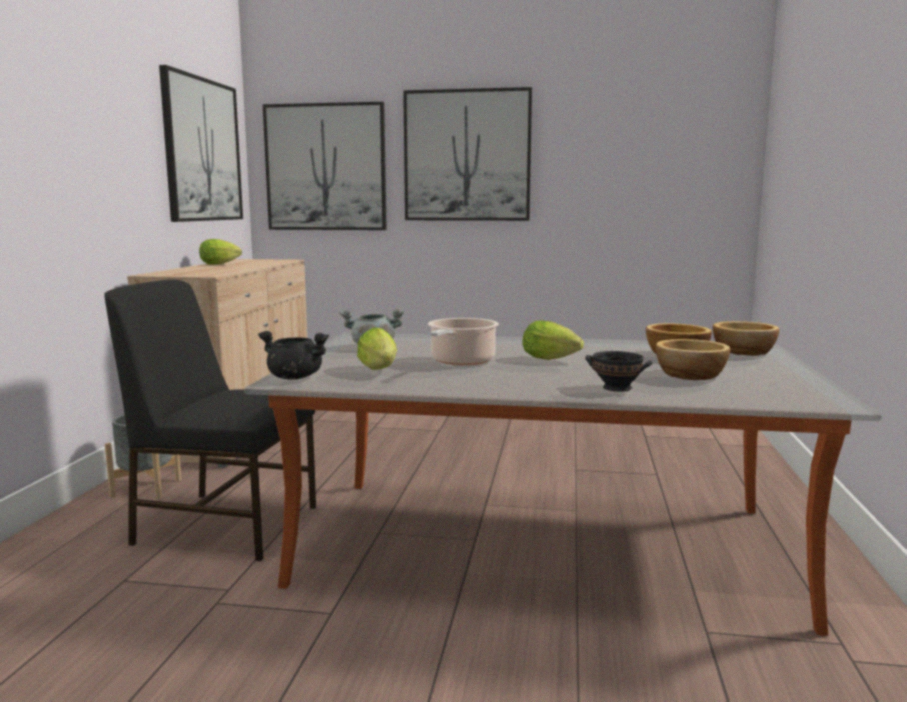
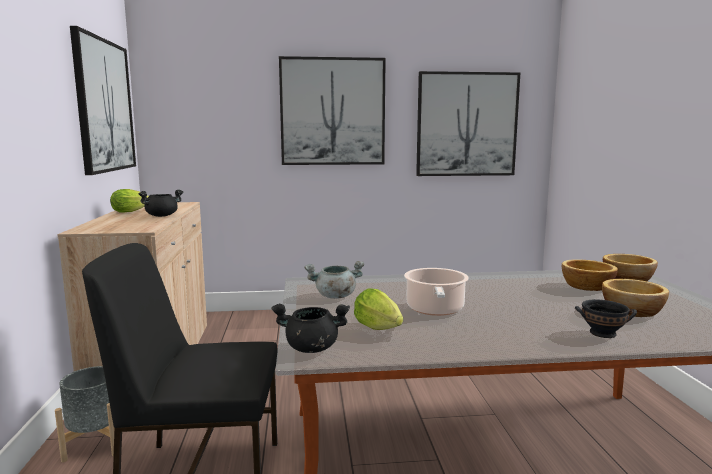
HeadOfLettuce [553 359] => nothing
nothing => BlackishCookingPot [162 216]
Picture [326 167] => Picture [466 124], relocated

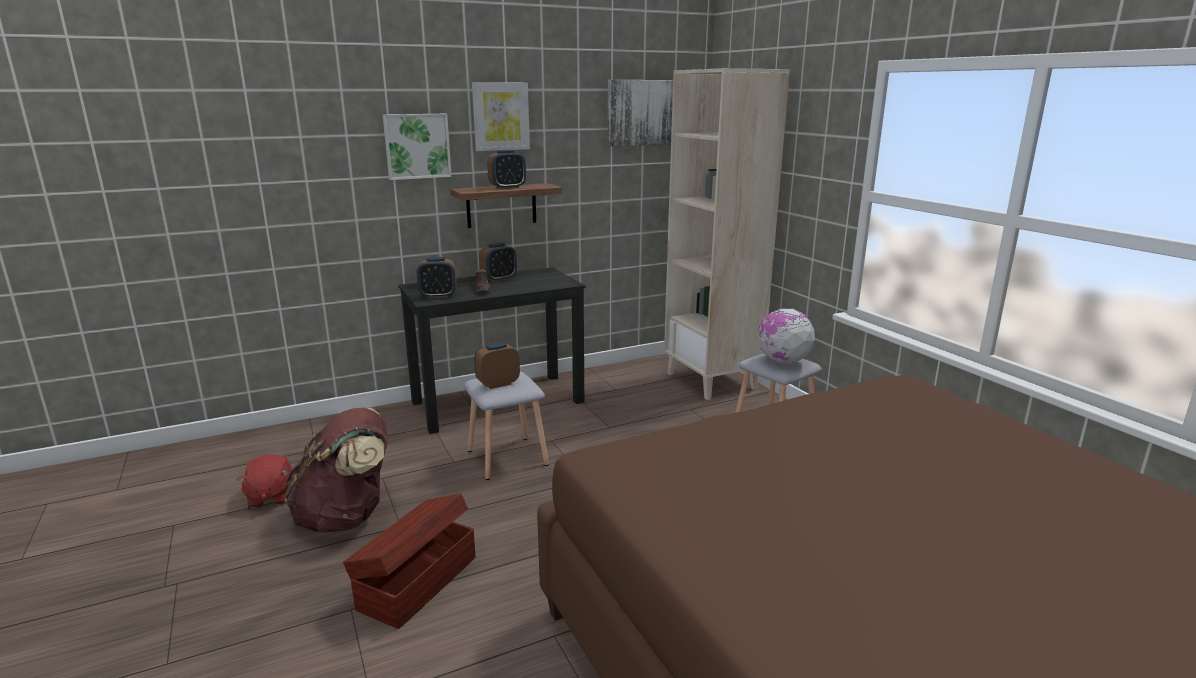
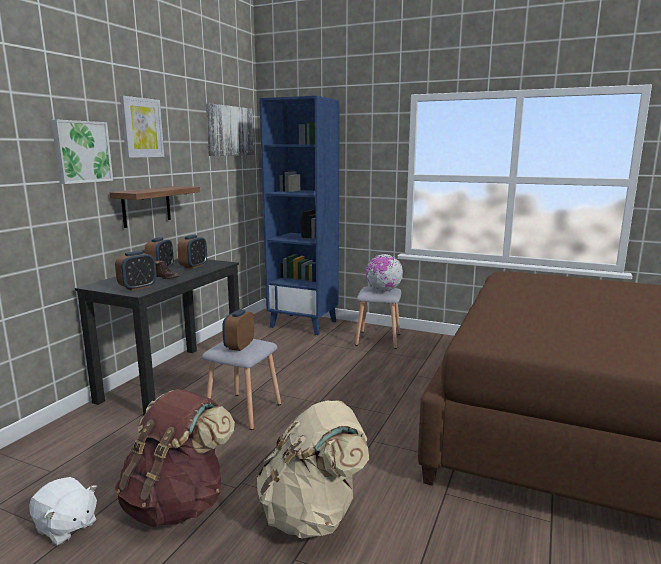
BedsideClock [507 187] => BedsideClock [193 266], relocated
BrownishStorageBox [416 583] => BeigeColouredBackpack [313 515]
ReddishCuddlyToy [270 497] => WhitishCuddlyToy [66 527]
BeigeColouredBookshelf [712 381] => BlueColouredBookshelf [304 324]

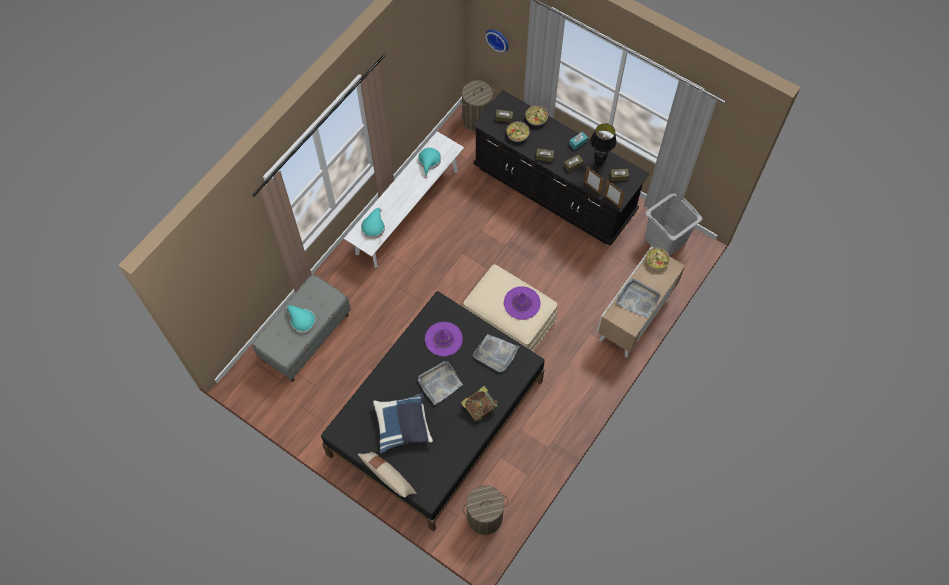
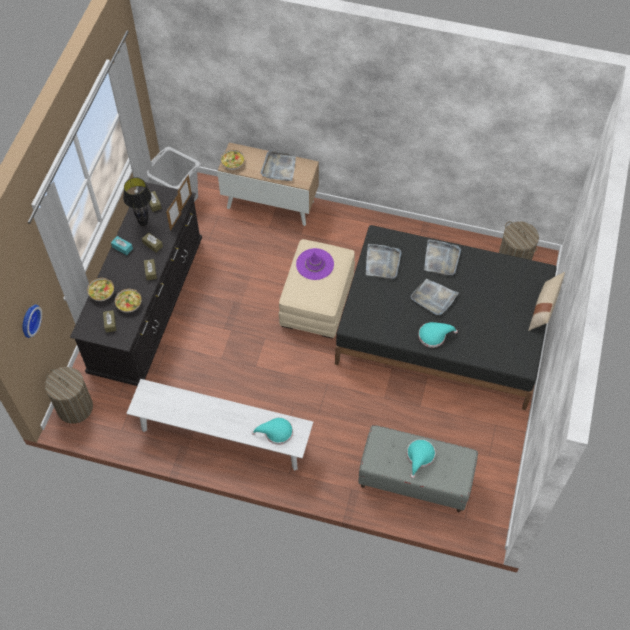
BlueColouredPillow [403 426] => nothing
PurpleHat [443 339] => nothing
TurquoiseHat [429 161] => TurquoiseHat [434 335], relocated
Book [479 407] => GreyishCarryingTray [441 259]

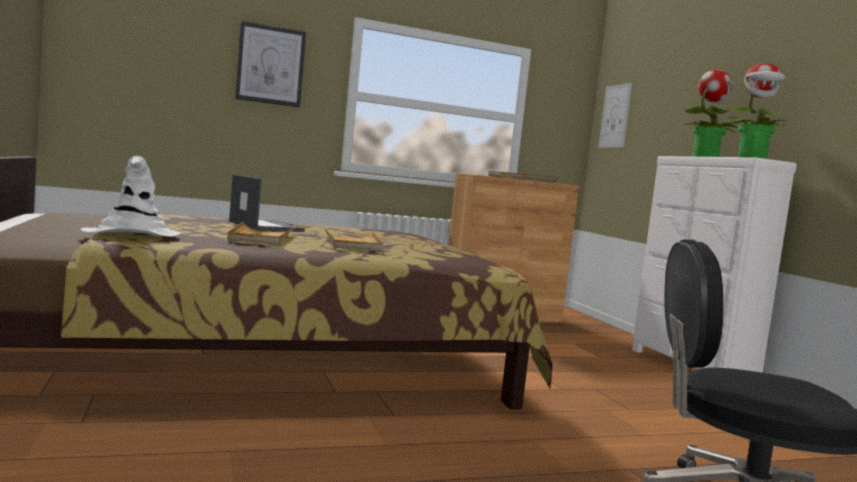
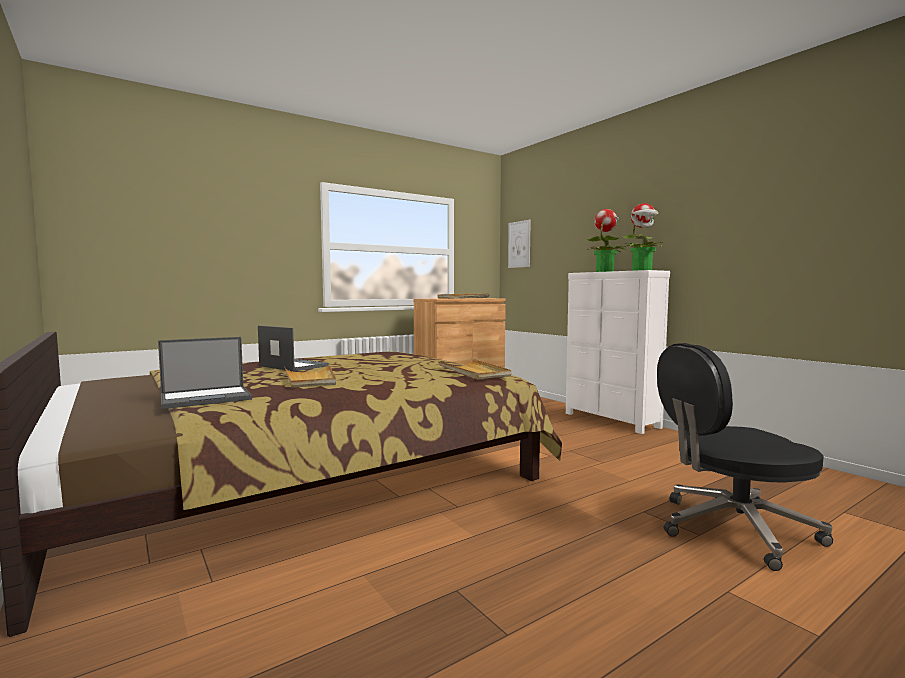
Picture [270 65] => nothing
BeigeColouredCarryingTray [352 243] => BeigeColouredCarryingTray [474 372], relocated
WhitishHat [132 235] => PortableComputer [207 398]

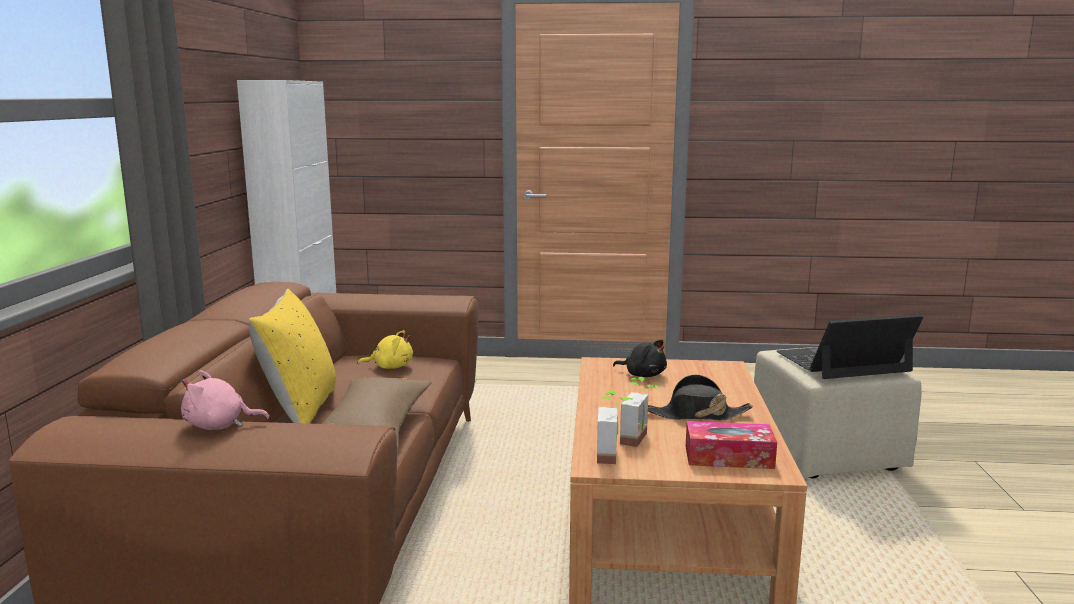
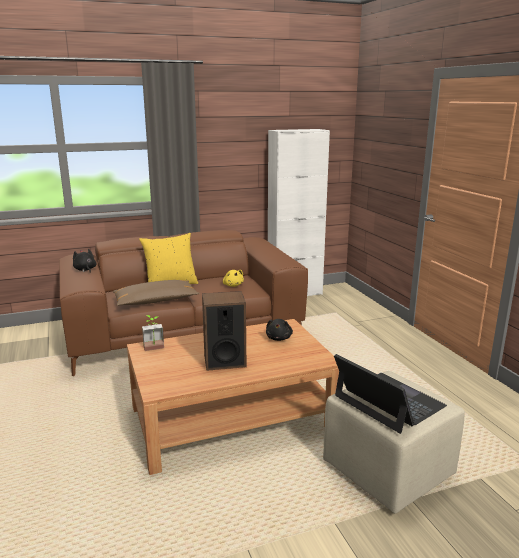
PlantInAPot [641 439] => nothing
TissueHolder [728 457] => nothing
BlackishHat [696 415] => Speaker [224 361]
PinkishCuddlyToy [219 426] => BlackishCuddlyToy [85 270]

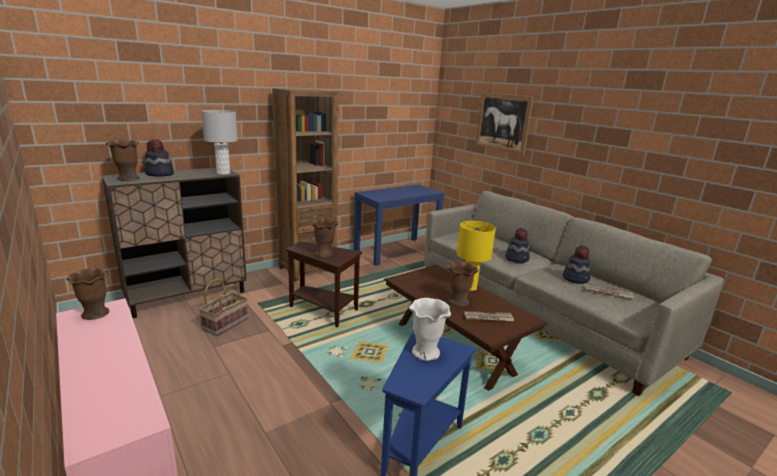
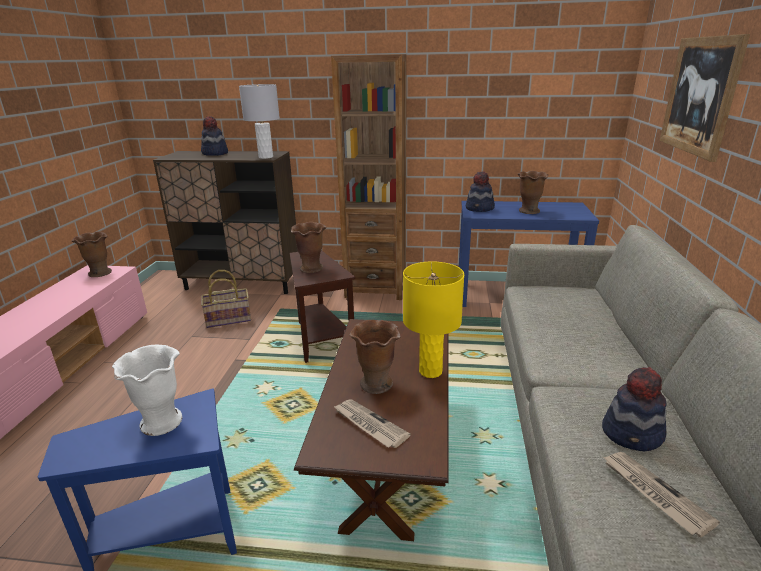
BrownishVase [128 178] => BrownishVase [529 211], relocated
Hat [517 258] => Hat [480 208], relocated

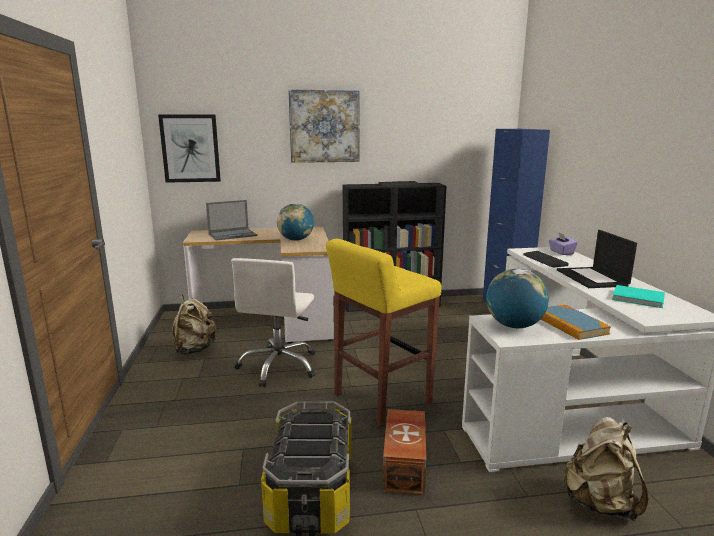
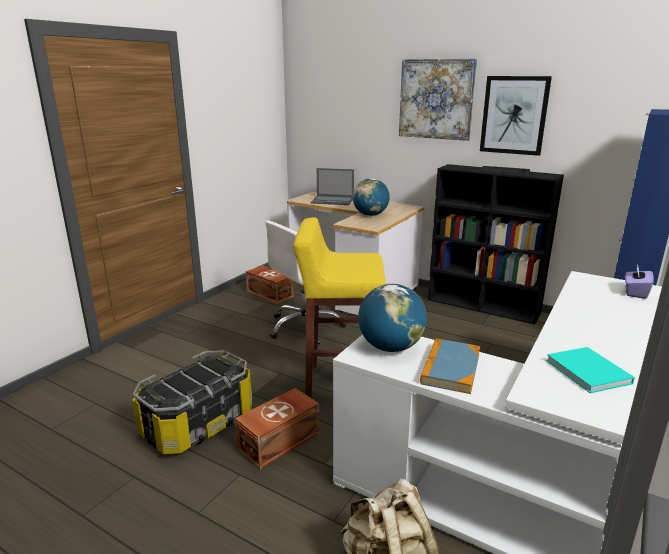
Keyboard [544 260] => nothing
PortableComputer [592 278] => nothing
Picture [190 148] => Picture [514 115], relocated
BeigeColouredBackpack [195 349] => BrownishStorageBox [270 293]

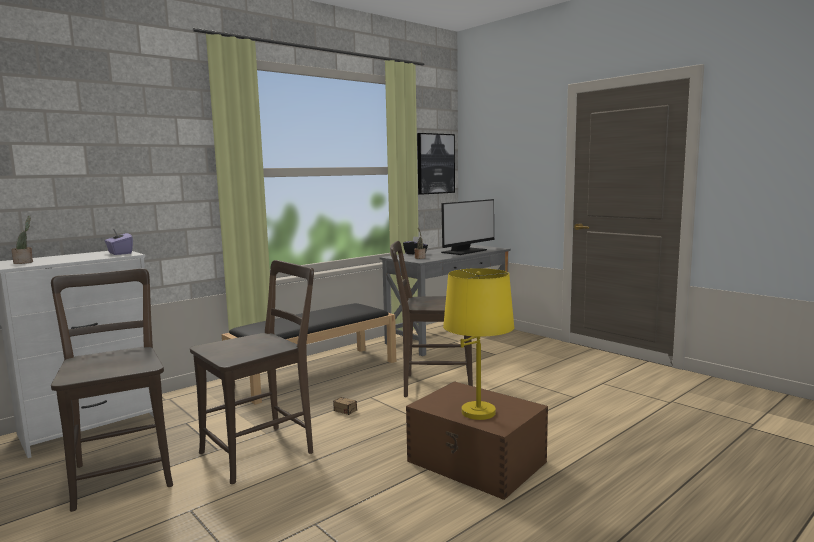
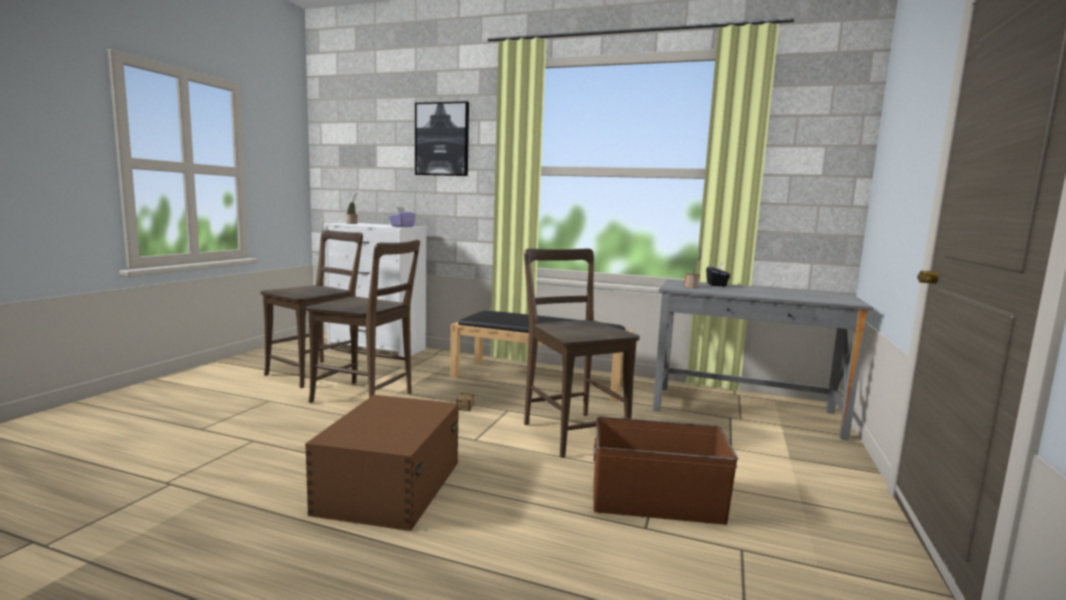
ComputerScreen [465 251] => nothing
YellowColouredLampForATable [478 412] => nothing
nothing => BrownishStorageBox [657 502]
Picture [435 163] => Picture [442 139], relocated

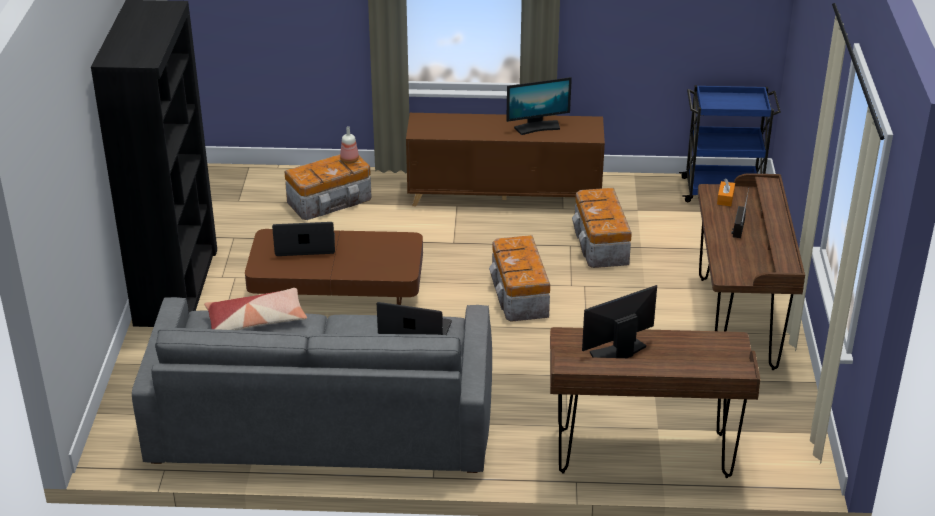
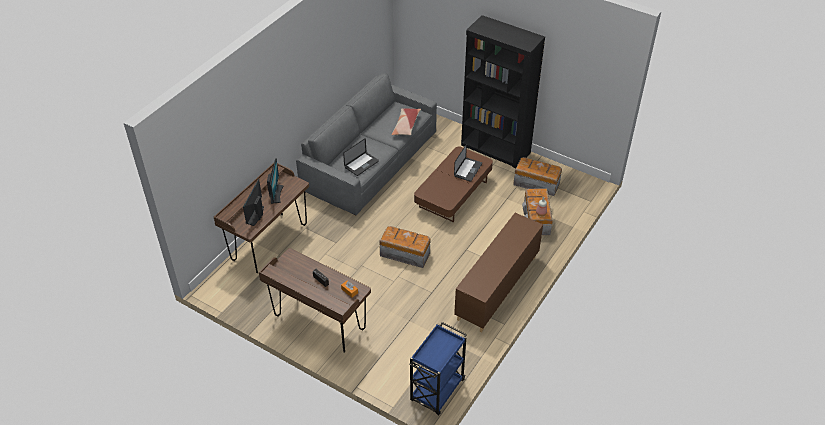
ComputerScreen [537 127] => ComputerScreen [256 215], relocated
StorageBox [600 244] => StorageBox [536 183], relocated

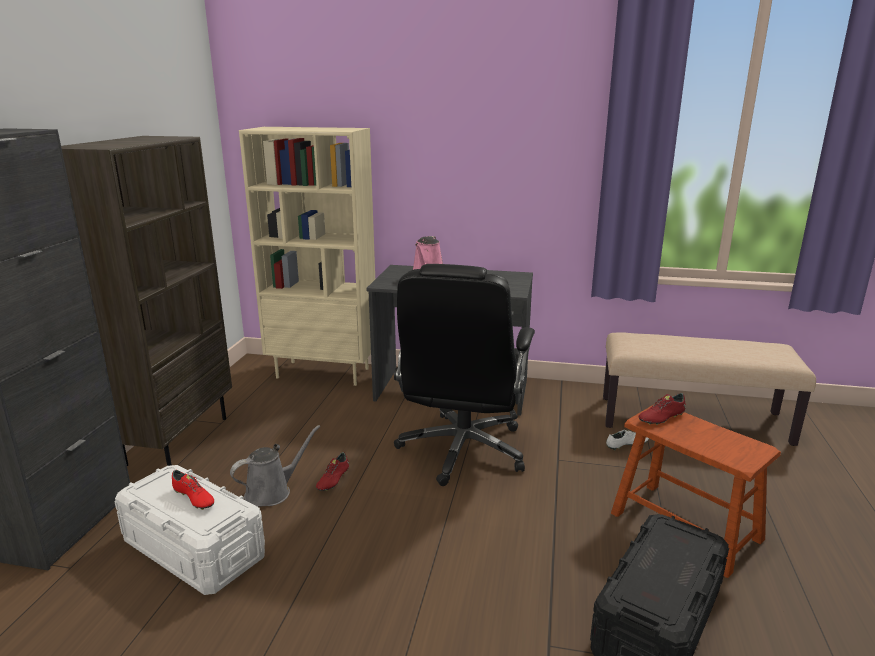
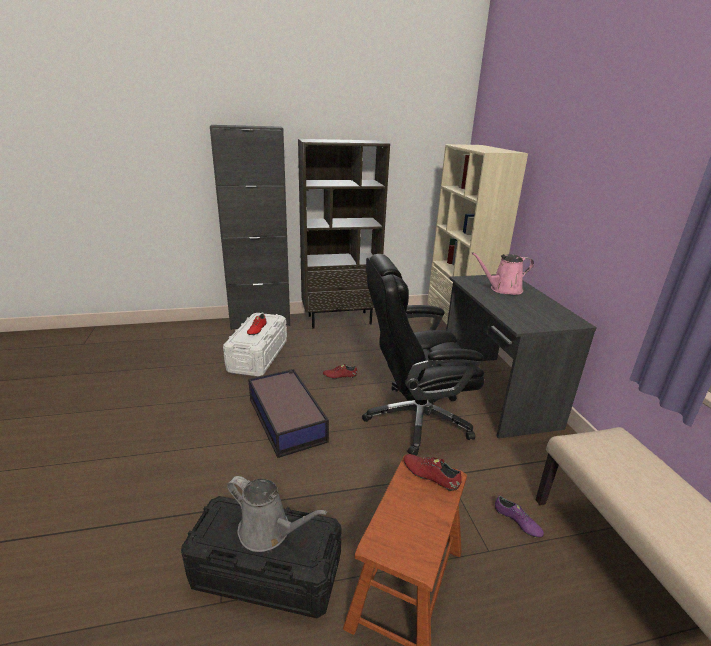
nothing => StorageBox [287 418]
GreyishWateringPot [272 492] => GreyishWateringPot [268 531], relocated
WhitishItemOfFootwear [627 445] => PurpleItemOfFootwear [517 522]

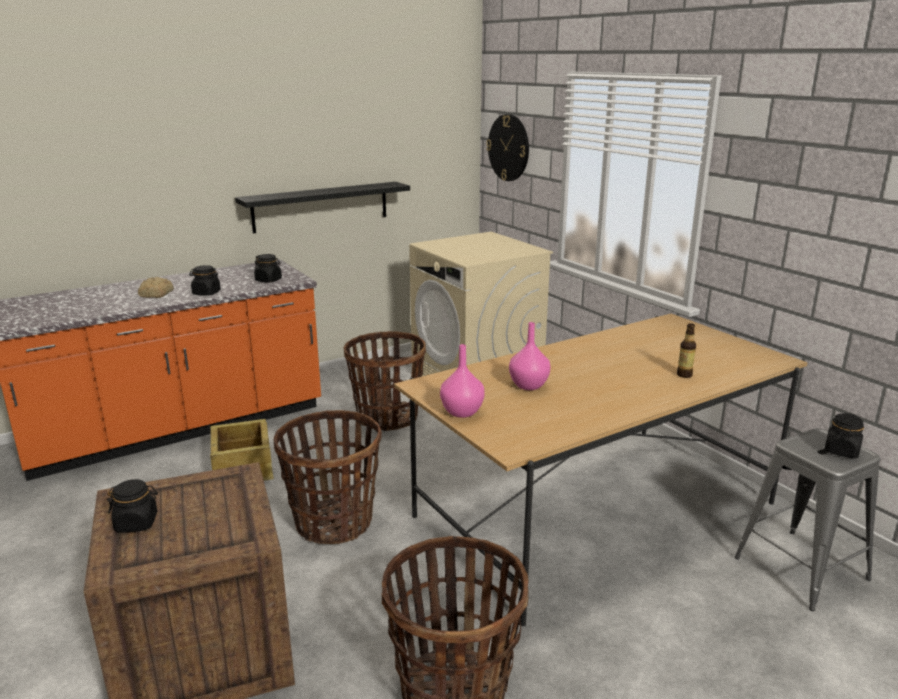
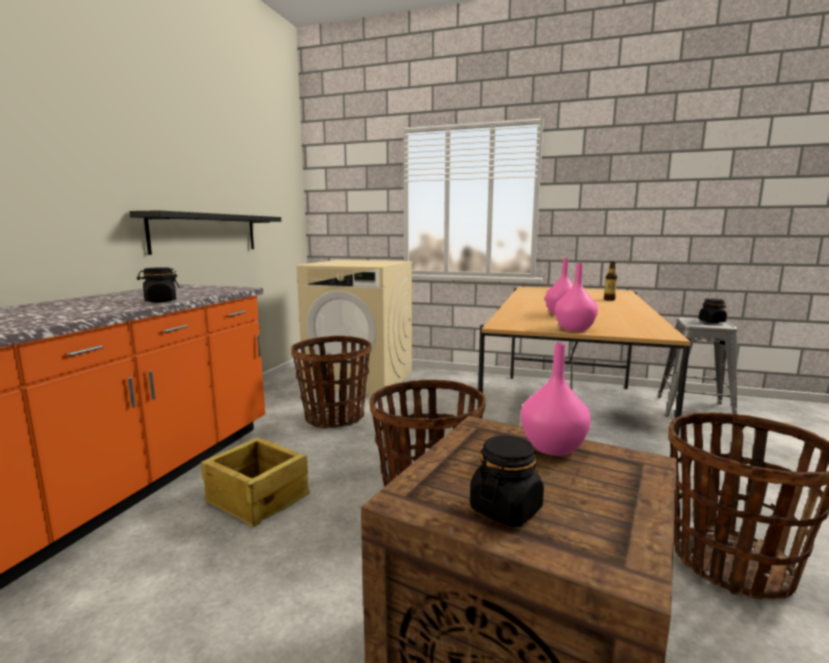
Bread [156 295] => nothing
BlackishStorageJar [268 280] => nothing
ClockOnTheWall [508 148] => nothing
nothing => PinkishVase [554 448]

